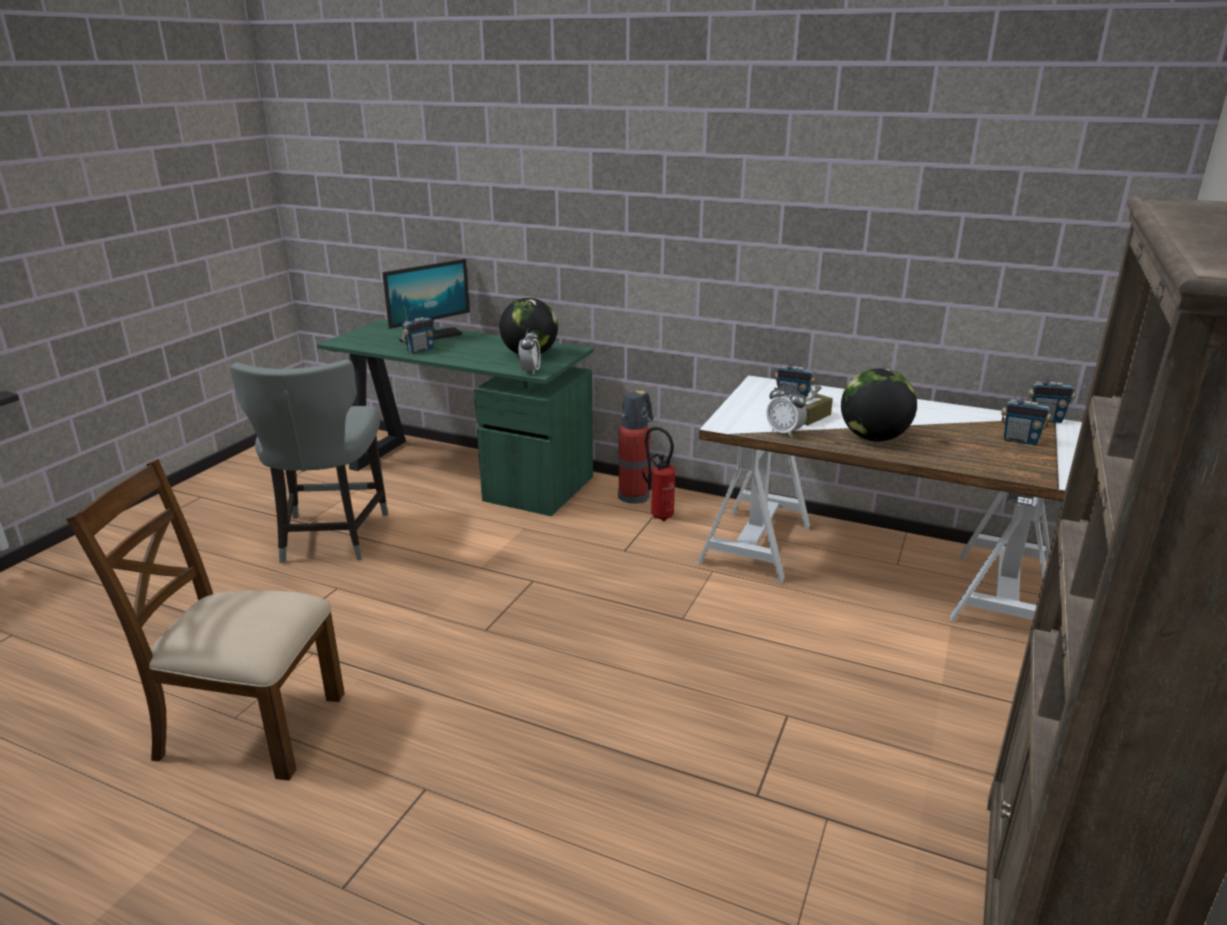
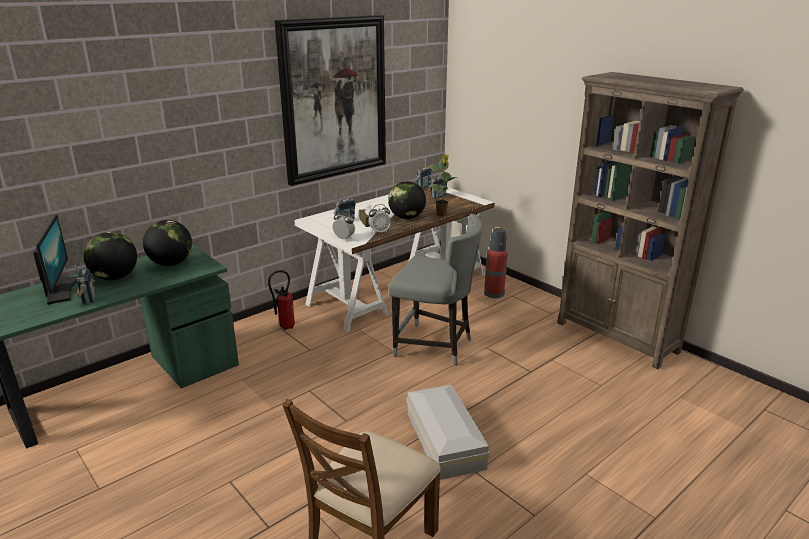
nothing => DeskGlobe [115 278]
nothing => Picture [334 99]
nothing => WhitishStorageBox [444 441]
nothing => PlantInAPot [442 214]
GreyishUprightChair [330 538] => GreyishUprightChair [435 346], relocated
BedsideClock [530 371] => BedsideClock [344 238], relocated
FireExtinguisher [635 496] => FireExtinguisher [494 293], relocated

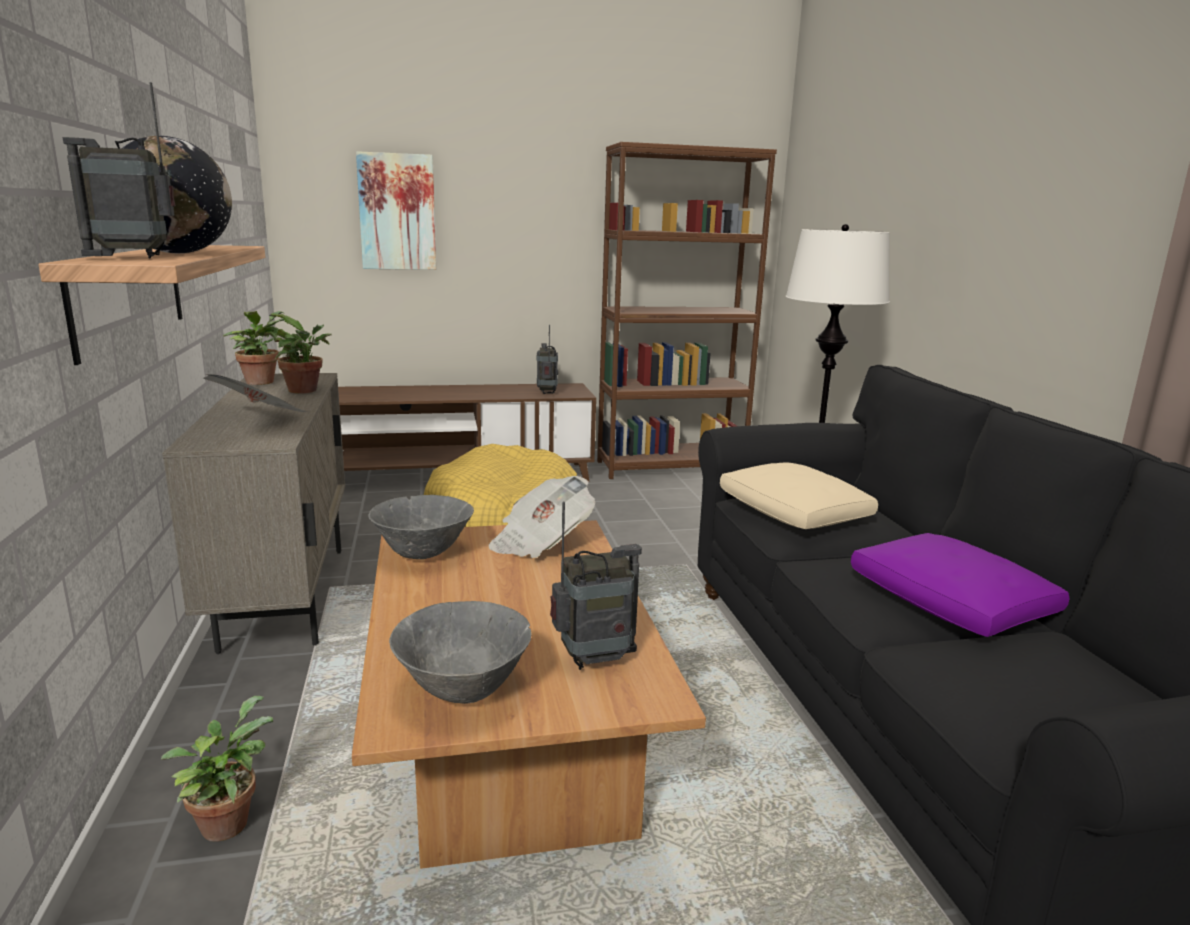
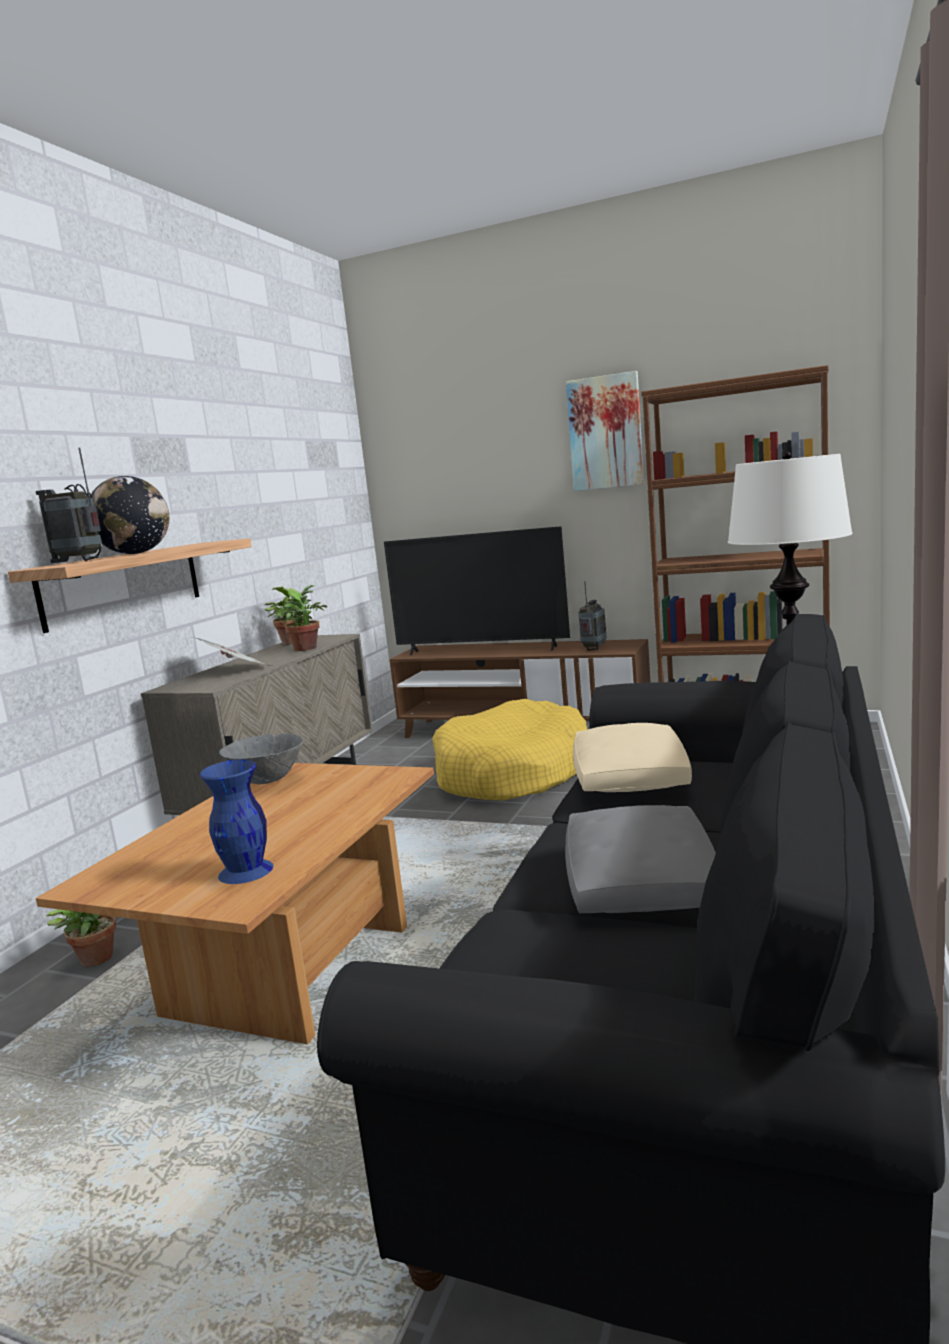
GreyishServingBowl [463 691] => nothing
DailyPaper [540 542] => nothing
nothing => Tv [482 650]
Picture [397 212] => Picture [605 432], relocated
RadioSet [595 661] => BlueColouredVase [245 871]
PurplePillow [951 605] => GreyishPillow [641 884]

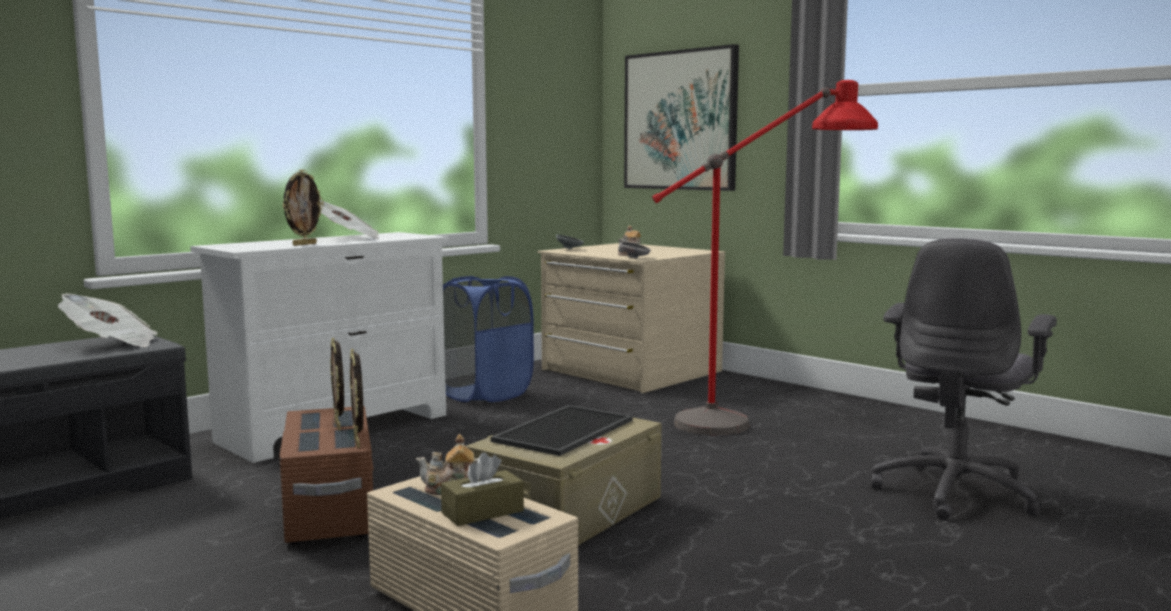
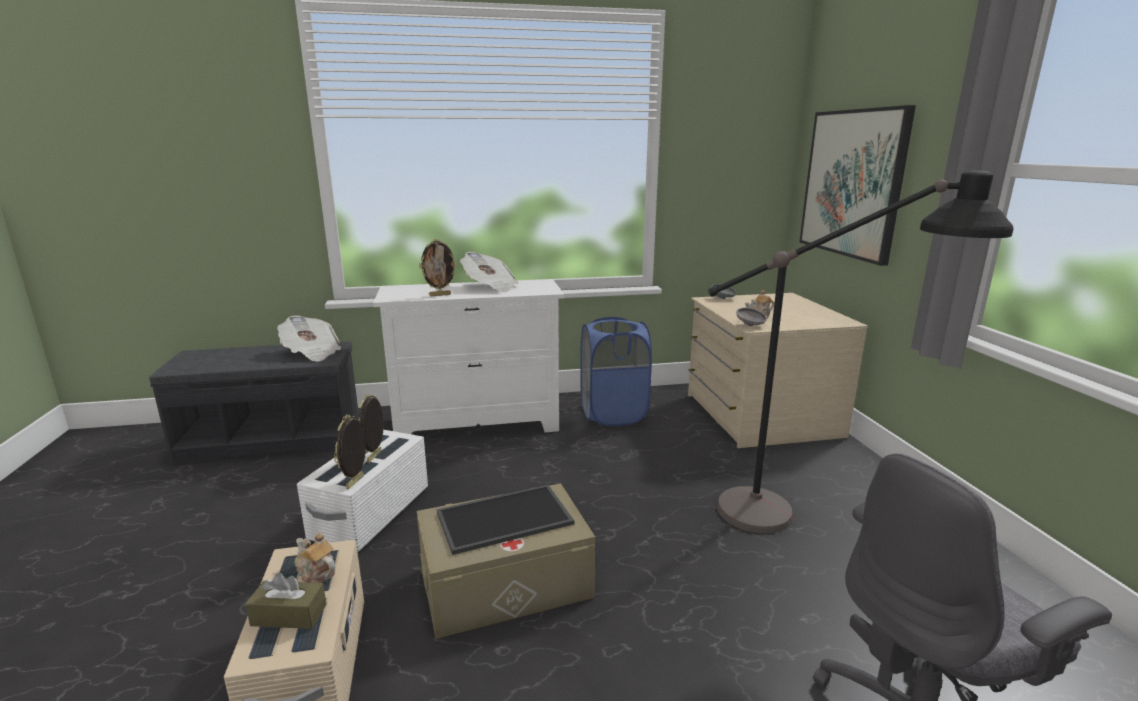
BrownishStorageBox [329 511] => WhitishStorageBox [371 513]
ReddishFloorLamp [761 420] => BlackishFloorLamp [809 522]

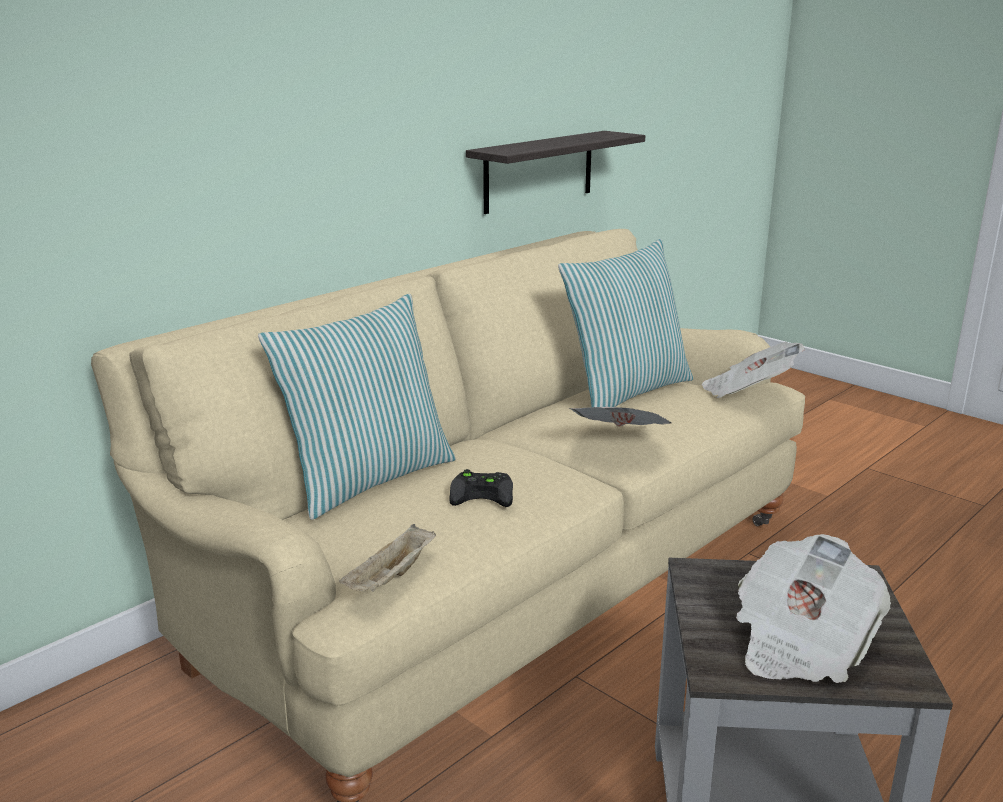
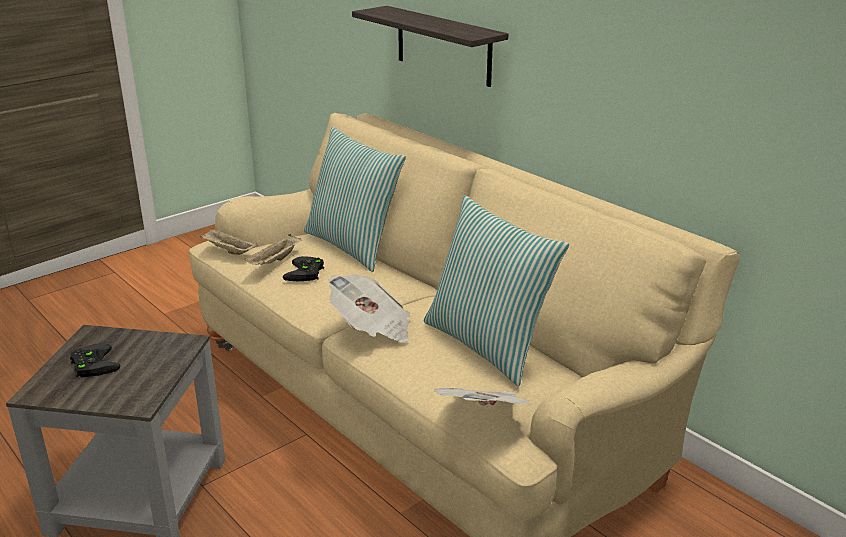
nothing => BeigeColouredCarryingTray [275 261]
Shelf [539 171] => Shelf [443 46], relocated
DailyPaper [800 643] => BlackishJoypad [92 364]

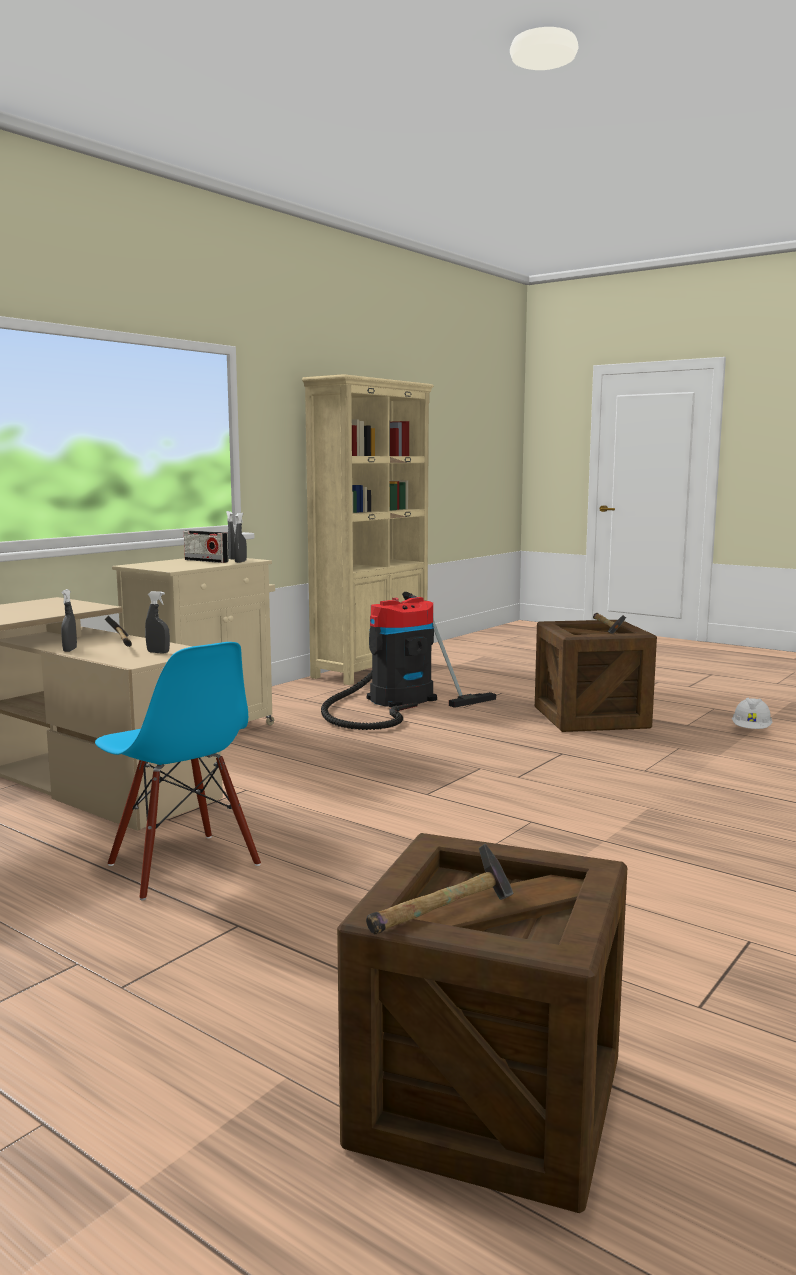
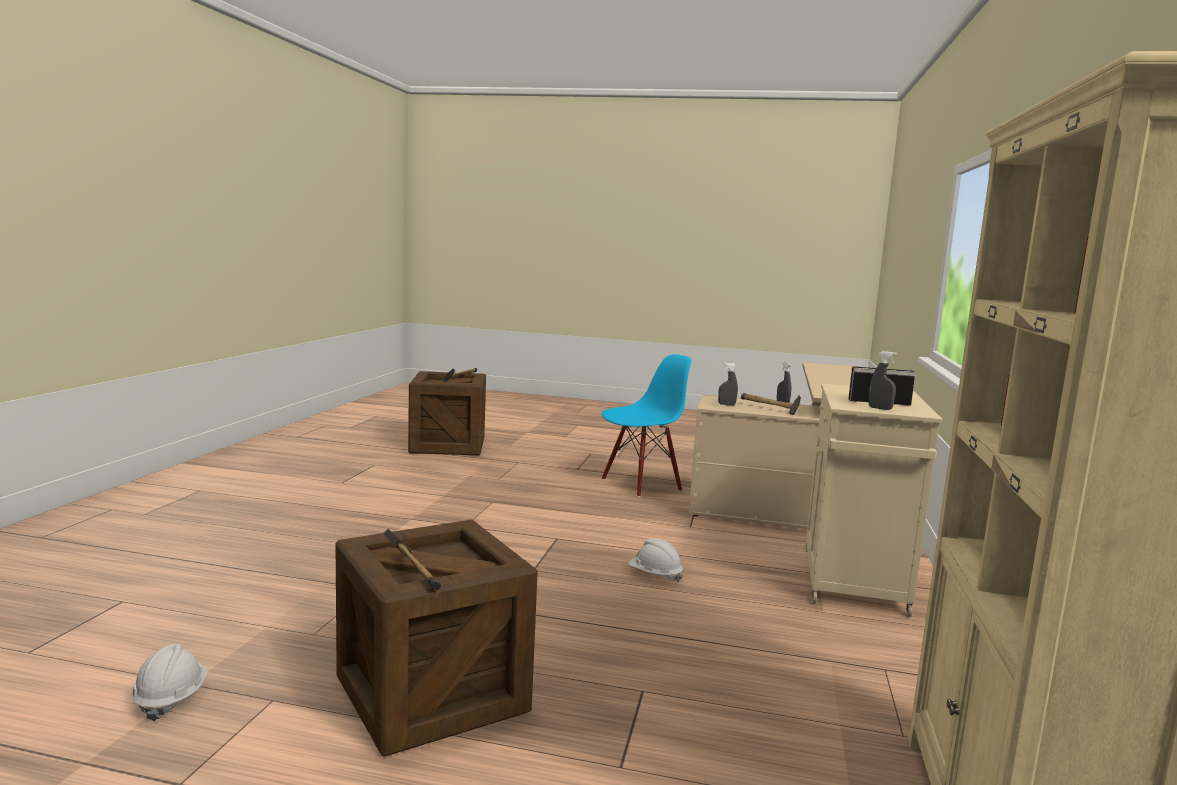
GreyishSprayBottle [240 562] => nothing
VacuumCleaner [396 702] => nothing
nothing => WhitishHardHat [655 576]
BlueColouredUprightChair [182 865] => BlueColouredUprightChair [641 484], 120 degrees clockwise

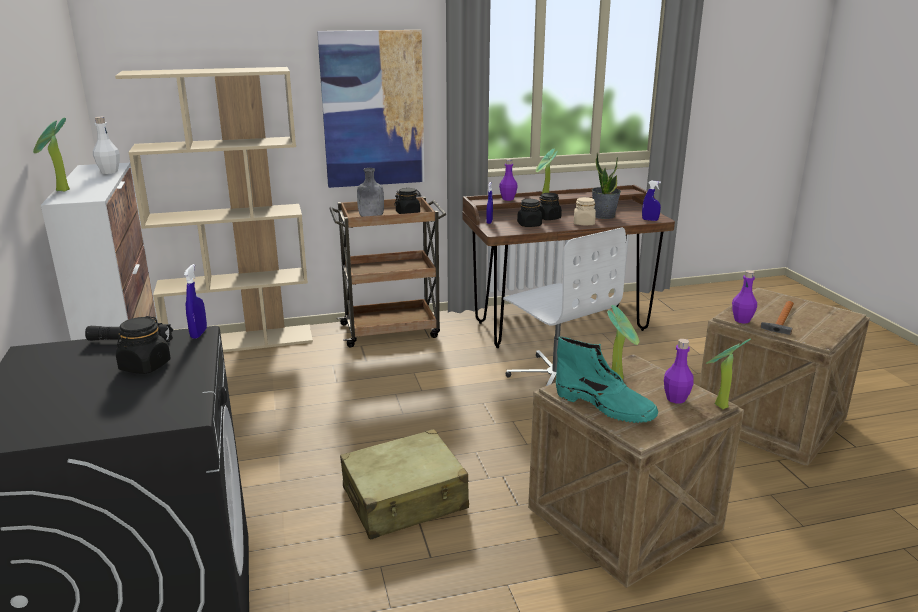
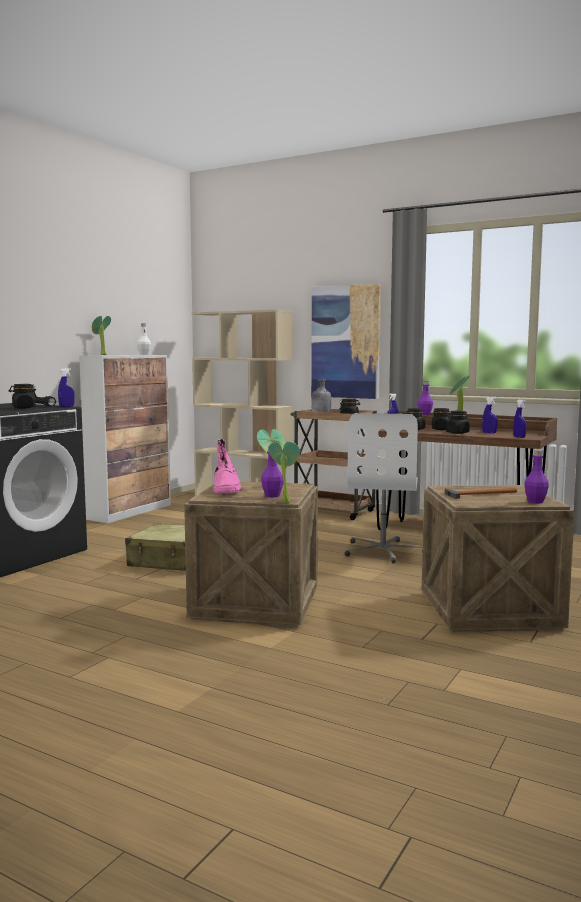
PurpleDrinkBottle [741 320] => PurpleDrinkBottle [535 501], relocated
PlantInAPot [604 216] => BlueColouredSprayBottle [489 433]
TurquoiseBoot [605 406] => PinkishBoot [226 489]
BeigeColouredStorageJar [584 223] => BlackishStorageJar [457 433]

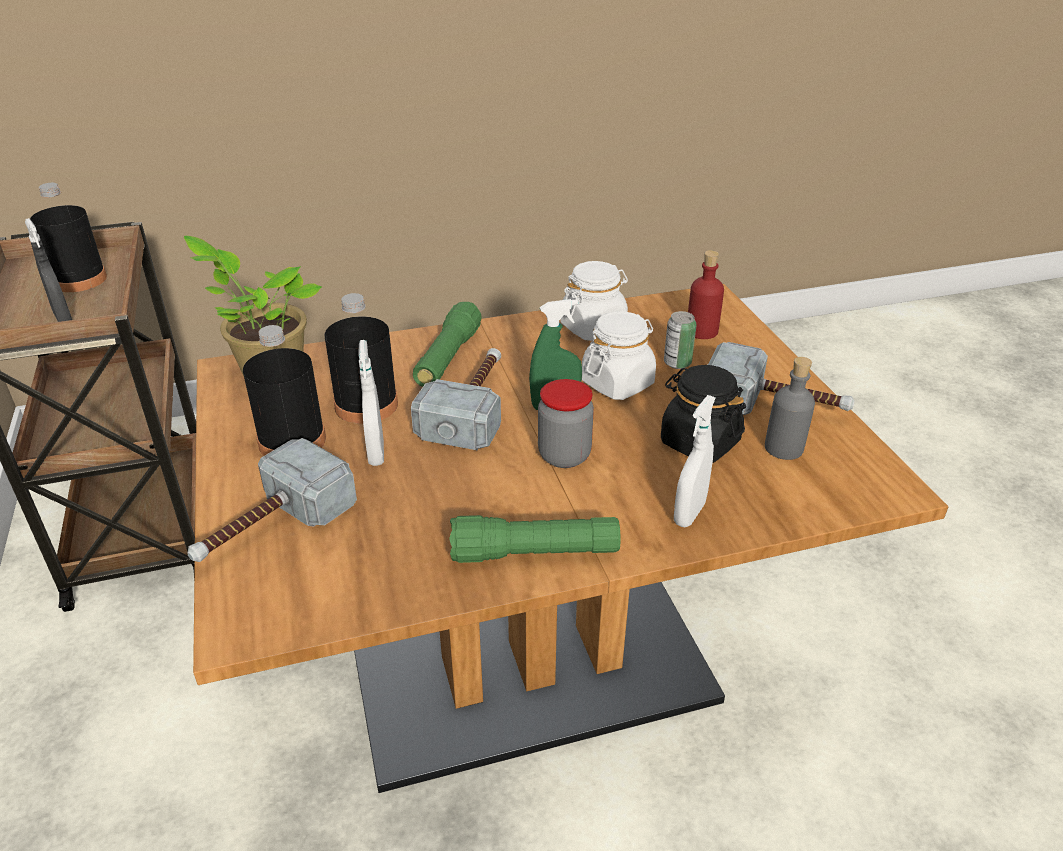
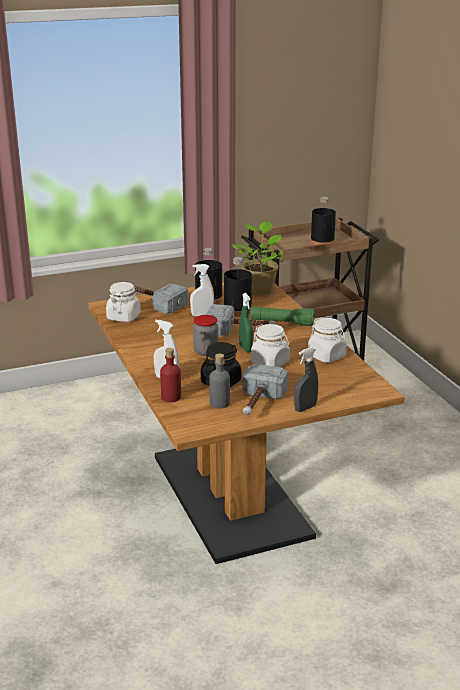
GreenishHandTorch [535 553] => nothing
SealedCan [677 363] => nothing
nothing => WhitishStorageJar [123 317]
GreyishSprayBottle [63 318] => GreyishSprayBottle [305 408], relocated
ReddishDrinkBottle [701 331] => ReddishDrinkBottle [171 397], relocated

